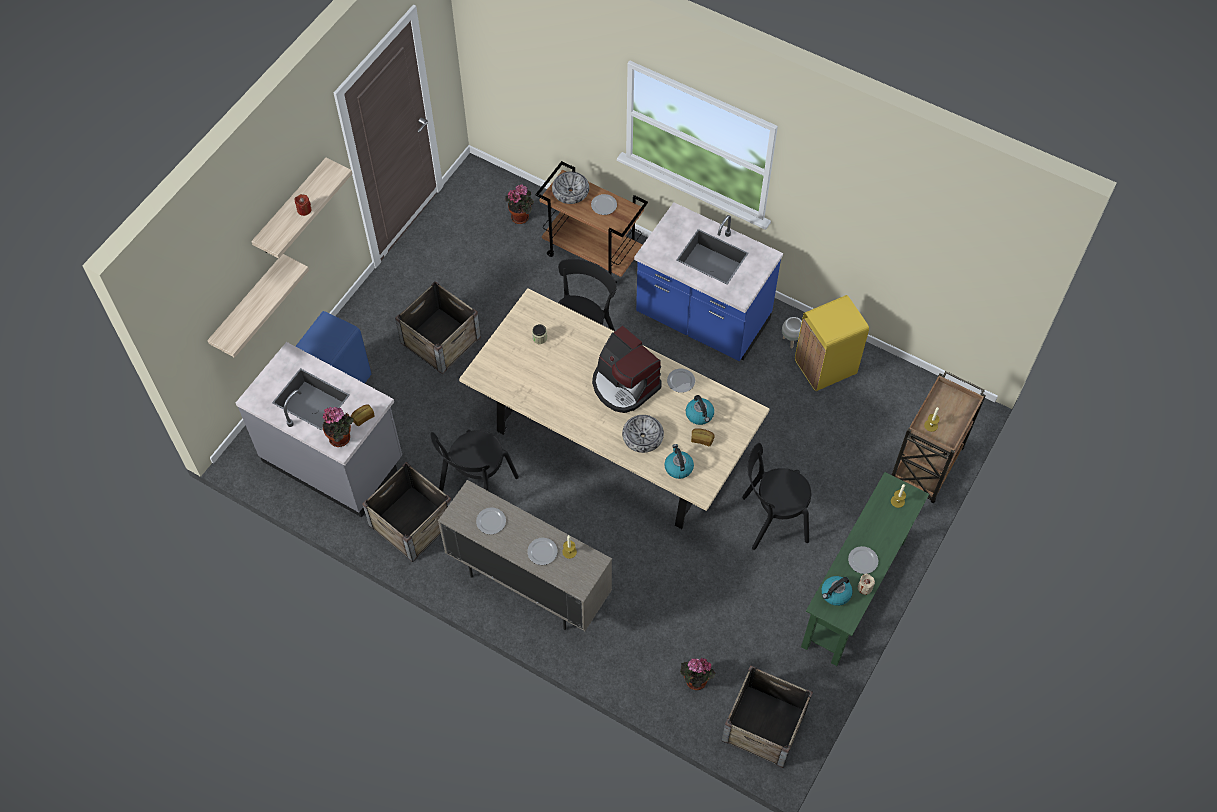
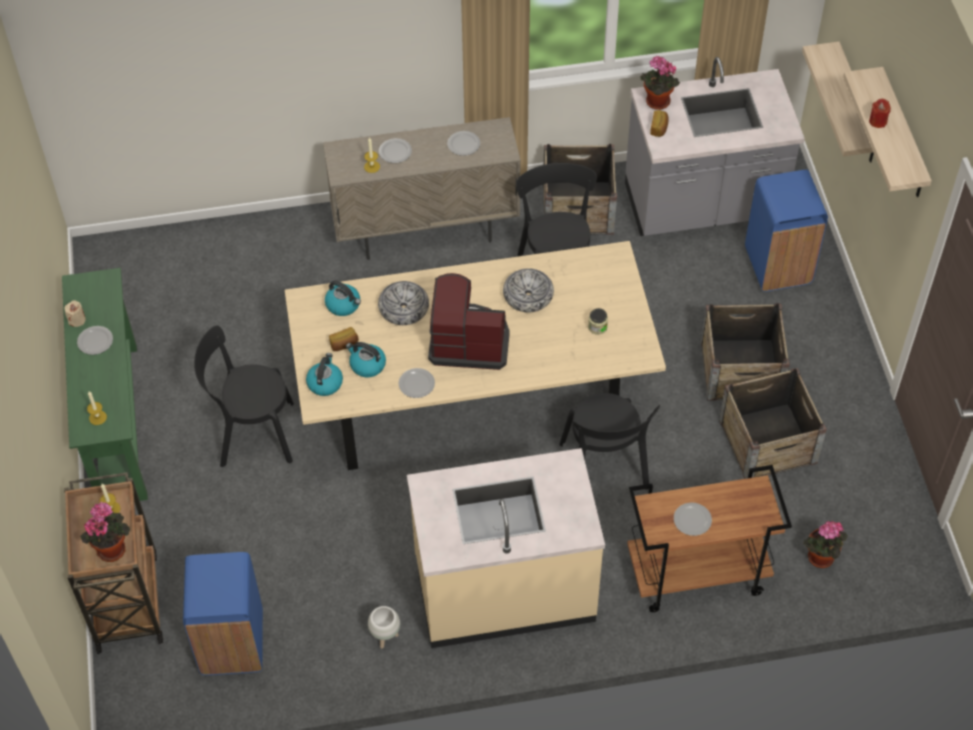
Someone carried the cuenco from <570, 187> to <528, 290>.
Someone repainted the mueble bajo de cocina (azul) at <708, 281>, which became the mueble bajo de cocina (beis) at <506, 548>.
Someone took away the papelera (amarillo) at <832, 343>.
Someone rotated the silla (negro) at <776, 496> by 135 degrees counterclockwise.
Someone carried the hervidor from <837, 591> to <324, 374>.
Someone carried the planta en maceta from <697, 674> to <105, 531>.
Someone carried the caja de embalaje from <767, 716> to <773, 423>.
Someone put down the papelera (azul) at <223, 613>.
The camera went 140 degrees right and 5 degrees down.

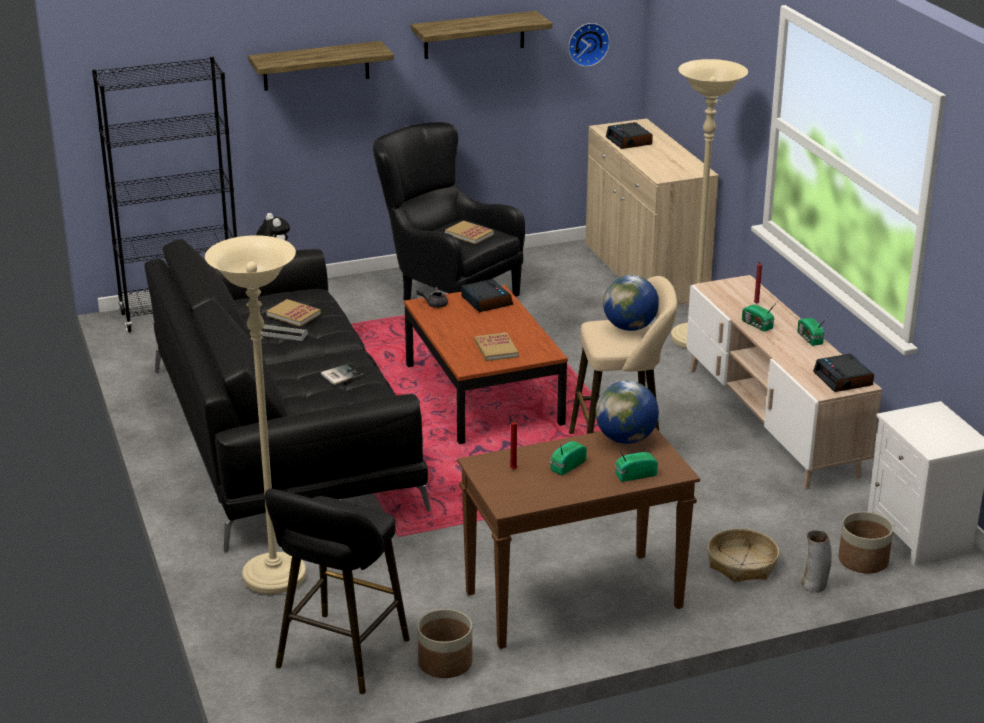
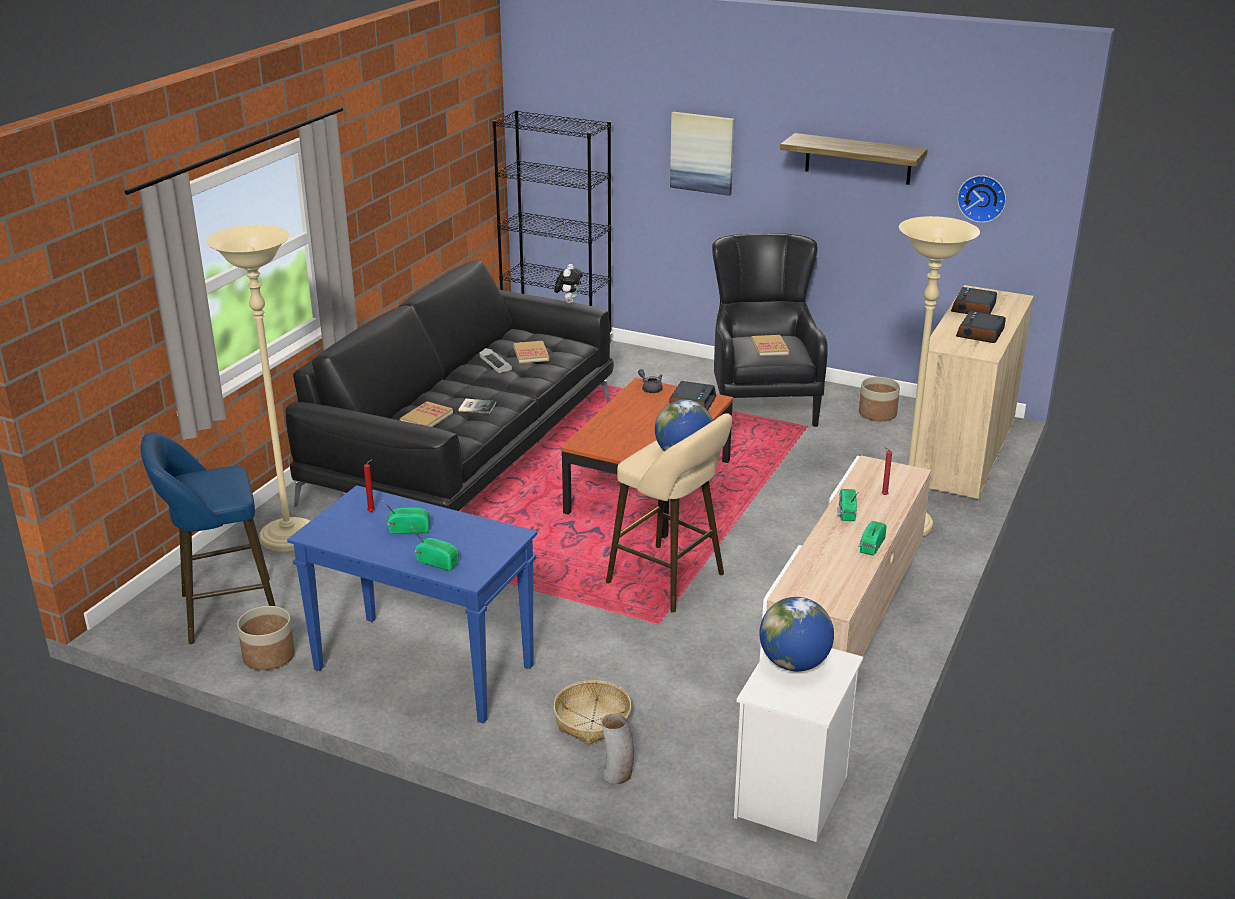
Someone swapped the estante at <321, 66> for the cuadro at <702, 154>.
Someone carried the libro from <496, 346> to <426, 414>.
Someone carried the despertador from <843, 373> to <981, 327>.
Someone carried the globo terráqueo from <627, 412> to <796, 634>.
Someone repainted the mesa consola (marrón) at <578, 538>, which became the mesa consola (azul) at <412, 604>.
Someone repainted the taburete (negro) at <337, 591>, which became the taburete (azul) at <208, 538>.
Someone carried the maceta from <865, 542> to <879, 399>.
The camera went 45 degrees right and 0 degrees up.

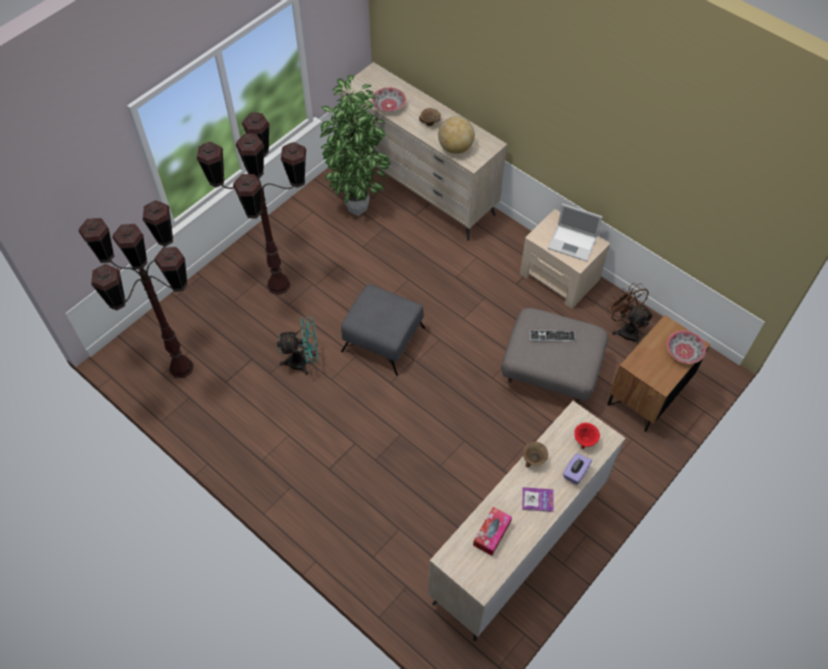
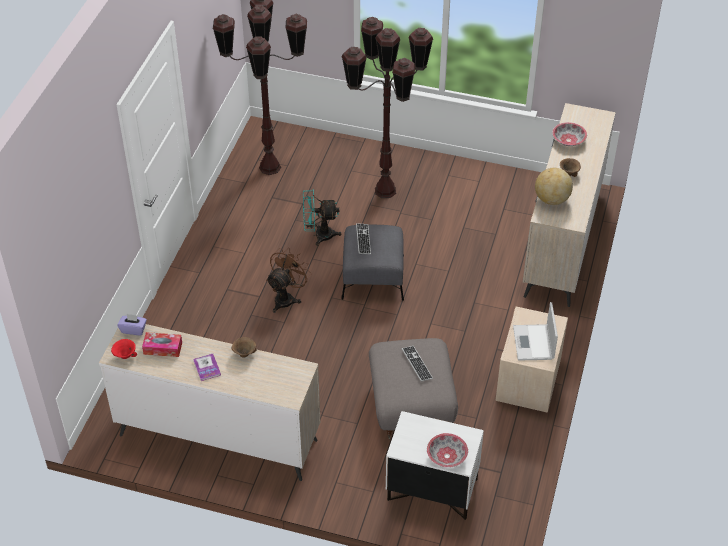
Someone took away the planta en maceta at <355, 145>.
Someone carried the ventilador (marrón) from <630, 313> to <289, 280>.
Someone repainted the mesita de noche (marrón) at <658, 373>, which became the mesita de noche (blanco) at <435, 465>.
Someone rotated the ventilador (turquesa) at <297, 346> by 120 degrees clockwise.
Someone carried the cuenco (rojo) from <587, 436> to <124, 349>.
Someone carried the caja de pañuelos (morado) from <577, 469> to <132, 324>.
Someone put down the teclado at <363, 239>.
The camera went 65 degrees right and 10 degrees down.

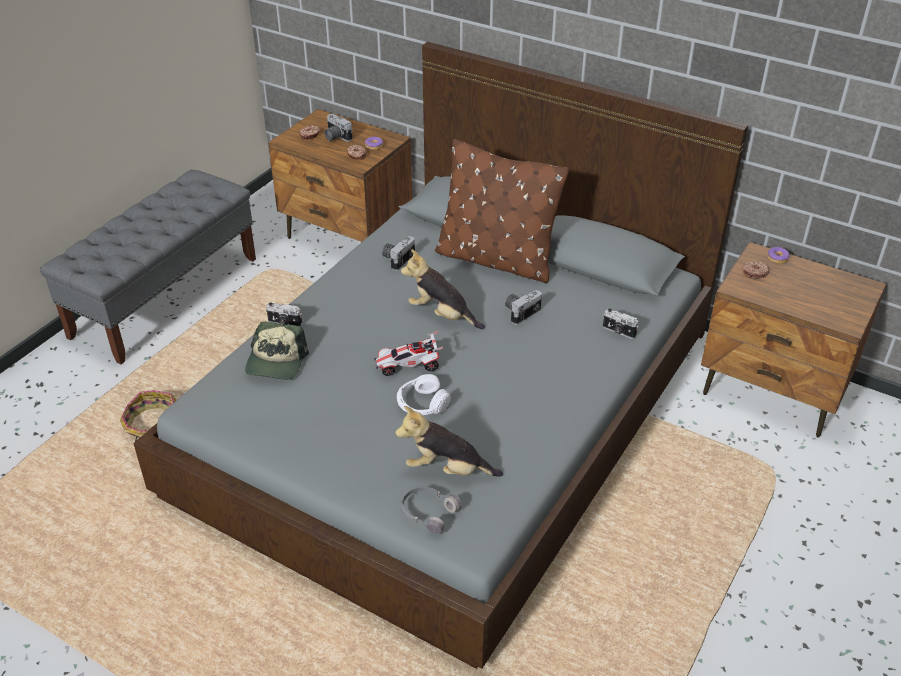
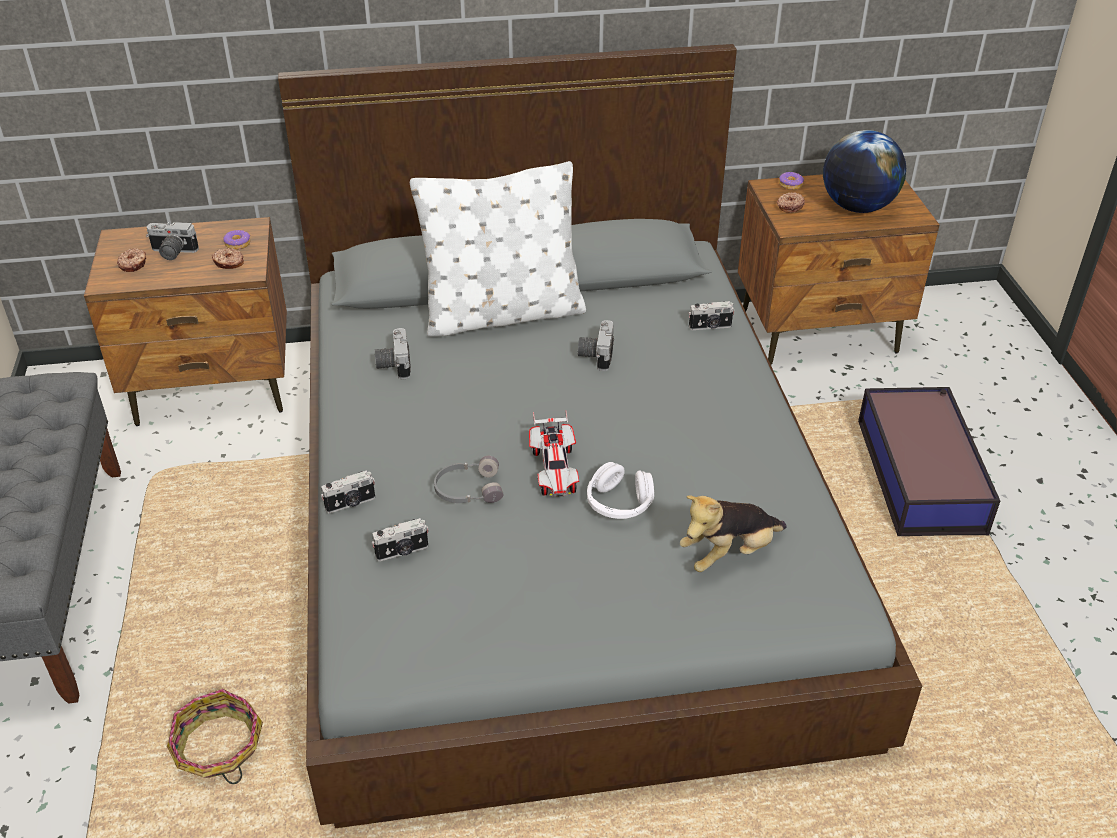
Someone repainted the cojín (marrón) at <502, 211>, which became the cojín (blanco) at <498, 249>.
Someone took away the peluche at <443, 289>.
Someone swapped the gorra at <277, 351> for the cámara at <400, 539>.
Someone rotated the coche de juguete at <409, 353> by 45 degrees counterclockwise.
Someone carried the auriculares (gris) from <431, 510> to <469, 479>.
Someone put down the globo terráqueo at <864, 171>.
Someone put down the caja de almacenaje at <929, 461>.
The camera went 40 degrees left and 0 degrees up.

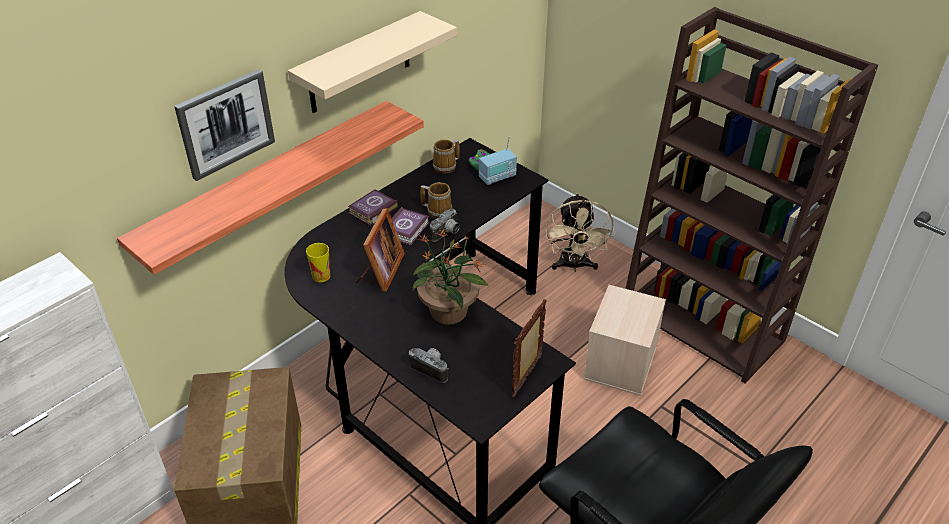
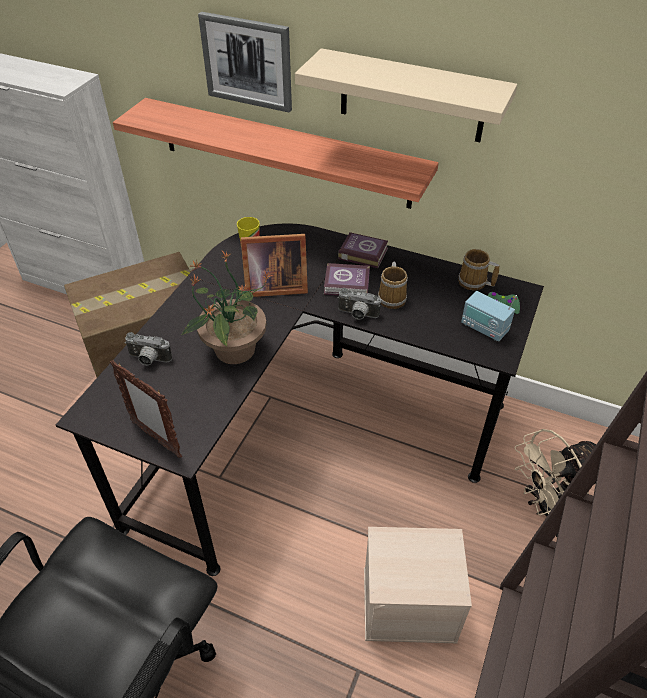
Someone rotated the portarretratos at <529, 348> by 150 degrees counterclockwise.
Someone rotated the cámara at <429, 365> by 90 degrees clockwise.
The camera went 70 degrees right and 5 degrees up.

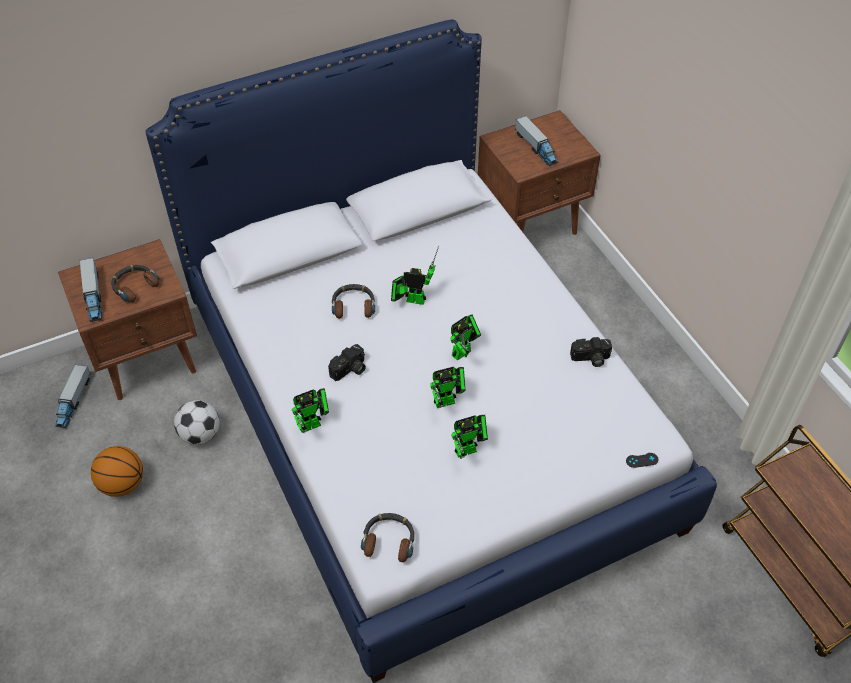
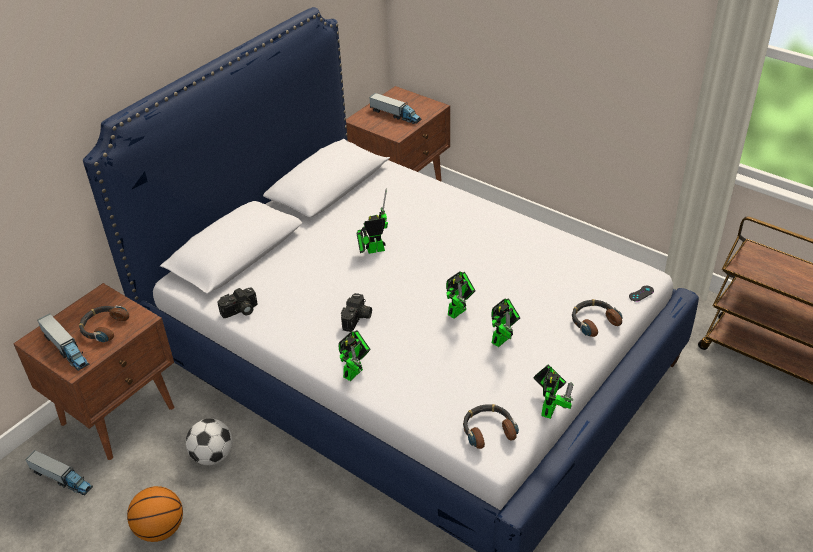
Someone carried the auriculares from <353, 301> to <597, 318>.
Someone carried the robot de juguete from <466, 338> to <553, 392>.
Someone carried the cámara from <591, 352> to <237, 302>.
Someone rotated the camión de juguete at <72, 396> by 45 degrees counterclockwise.
The camera went 25 degrees left and 10 degrees down.

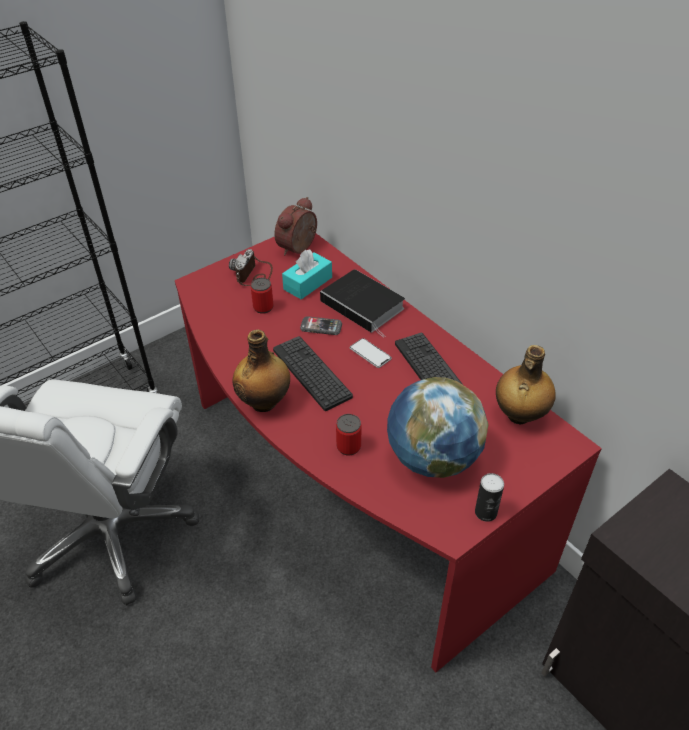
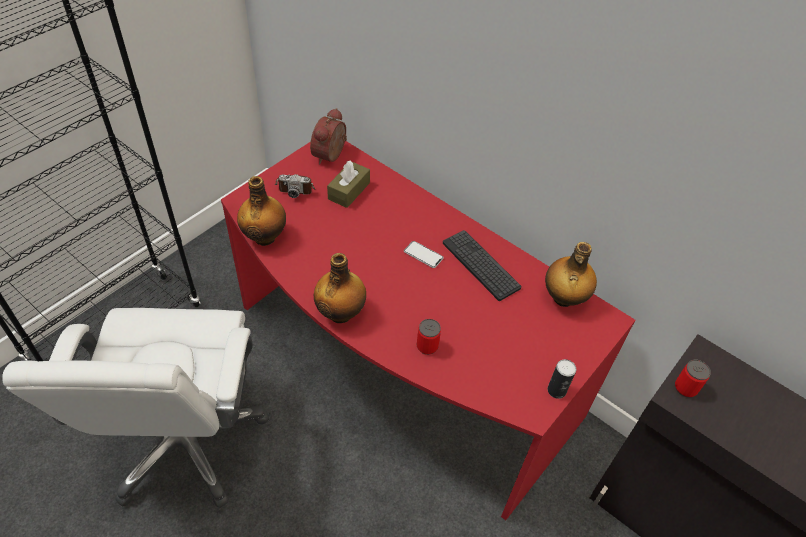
Someone rotated the cámara at <251, 267> by 90 degrees counterclockwise.
Someone repainted the caja de pañuelos (turquesa) at <307, 274>, which became the caja de pañuelos (marrón) at <348, 184>.
Someone took away the libro at <362, 303>.
Someone carried the lata from <262, 296> to <693, 378>.
Someone took away the móvil at <321, 325>.
Someone took away the teclado at <313, 373>.
Someone took away the globo terráqueo at <437, 427>.
Someone put down the botella at <261, 211>.
The camera went 15 degrees left and 5 degrees up.

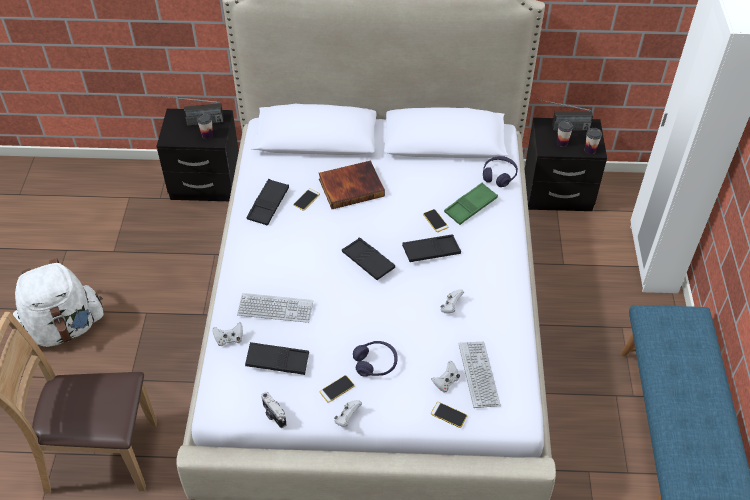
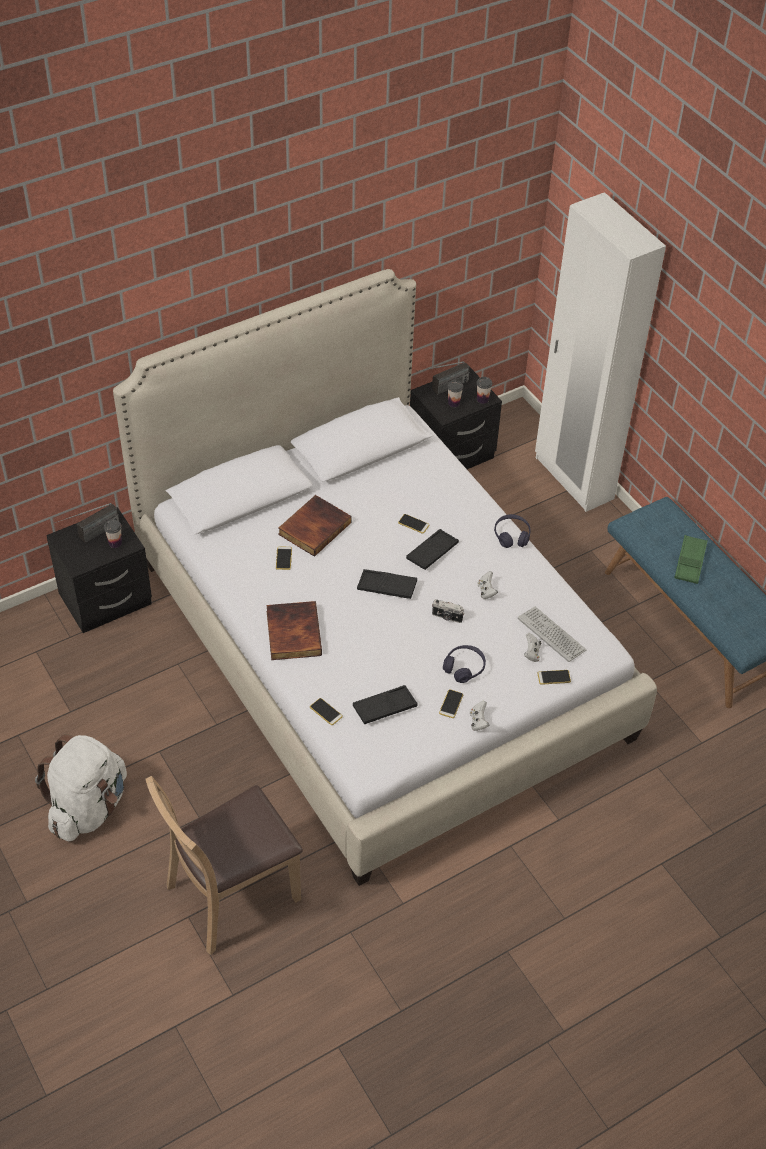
Someone carried the auriculares (morado) from <500, 171> to <512, 531>.
Someone took away the bandeja (negro) at <268, 202>.
Someone carried the bandeja (verde) from <471, 204> to <691, 559>.
Someone took away the teclado at <275, 308>.
Someone swapped the mando de consola (blanco) at <228, 334> for the móvil at <326, 711>.
Someone carried the cámara from <274, 410> to <448, 611>.
Someone put down the libro at <294, 630>.
The camera went 35 degrees left and 0 degrees up.

